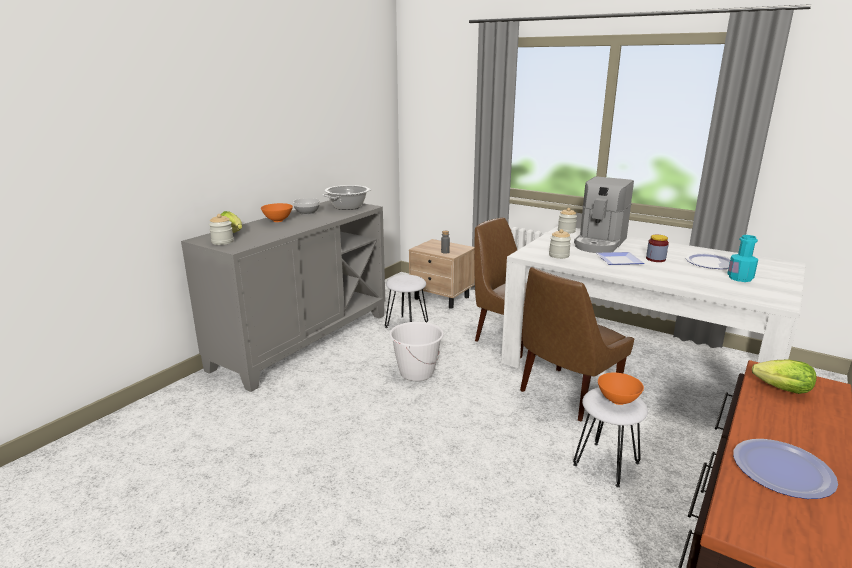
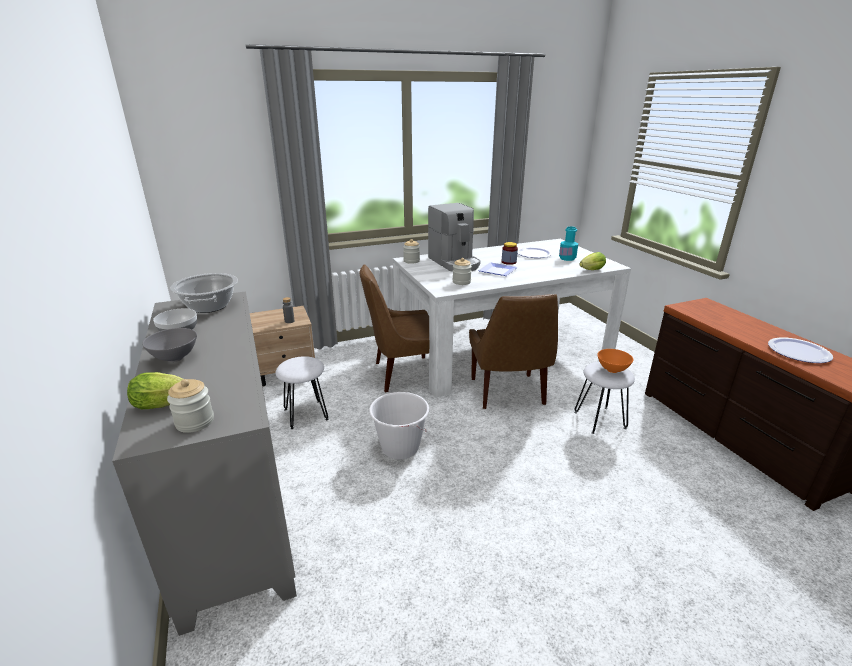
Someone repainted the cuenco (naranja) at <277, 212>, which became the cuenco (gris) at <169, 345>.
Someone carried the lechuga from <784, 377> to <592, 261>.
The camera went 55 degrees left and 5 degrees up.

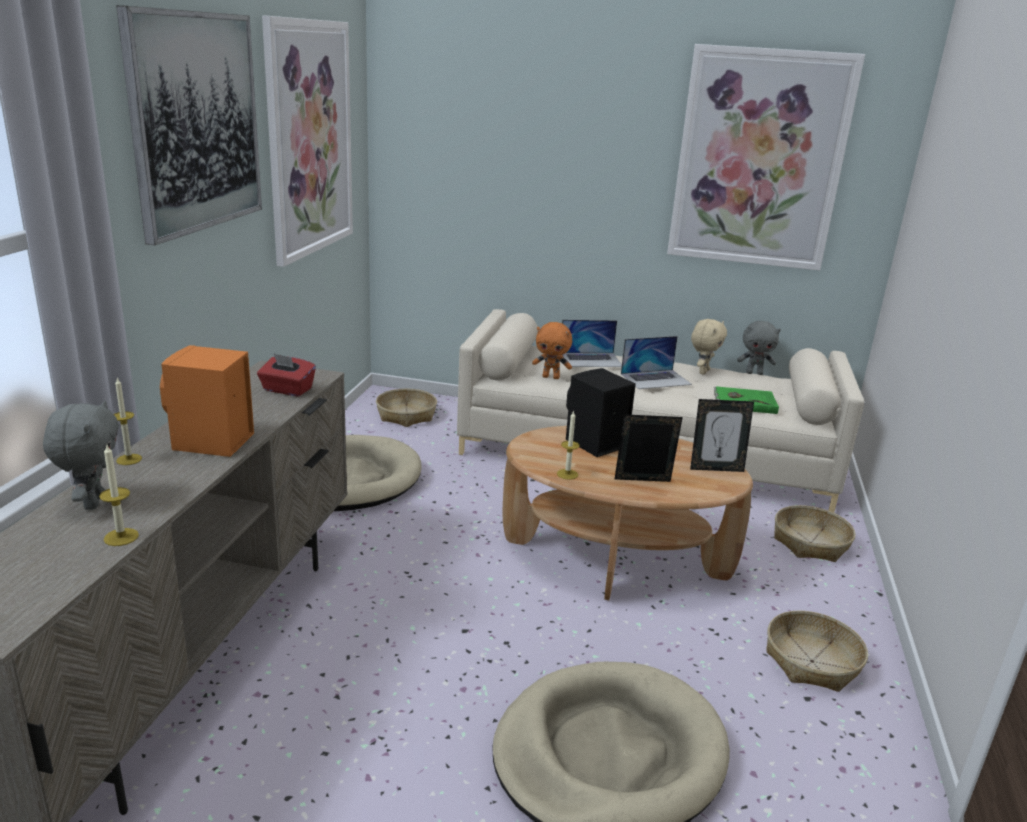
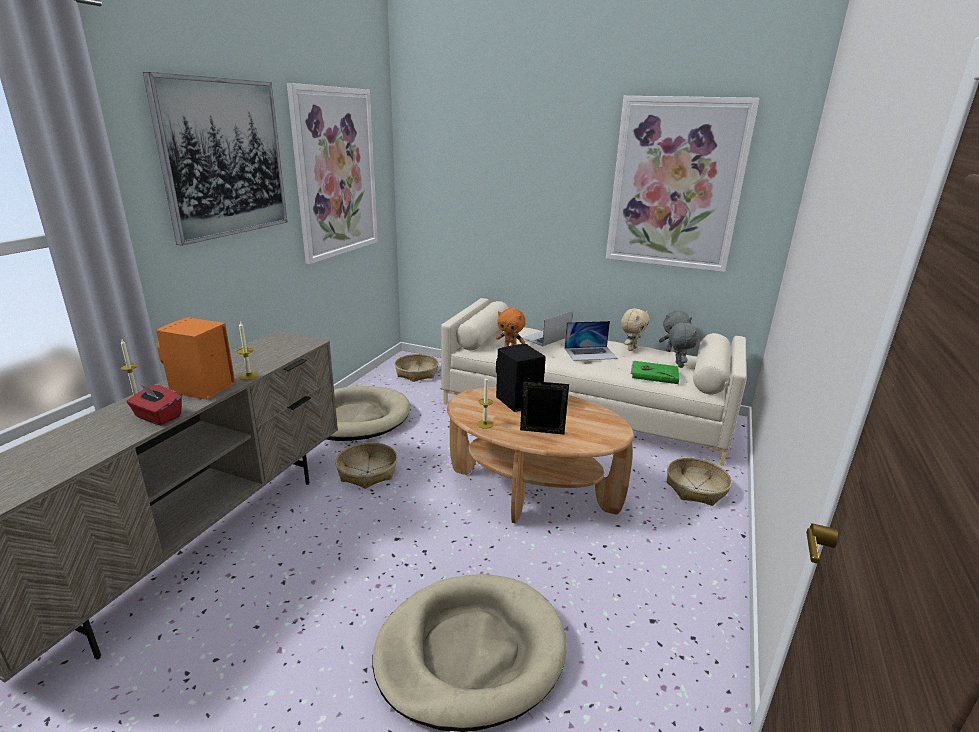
Someone rotated the portátil at <592, 343> by 135 degrees clockwise.
Someone carried the caja de pañuelos (rojo) from <286, 375> to <154, 404>.
Someone took away the portarretratos at <722, 435>.
Someone carried the peluche (gris) from <81, 455> to <684, 345>.
Someone carried the vela from <119, 494> to <248, 350>.
Someone carried the cesta from <817, 651> to <366, 465>.
The camera went 10 degrees right and 0 degrees up.

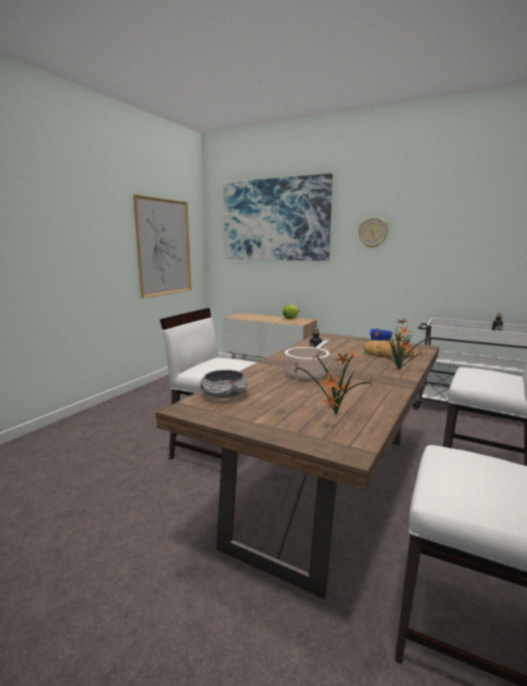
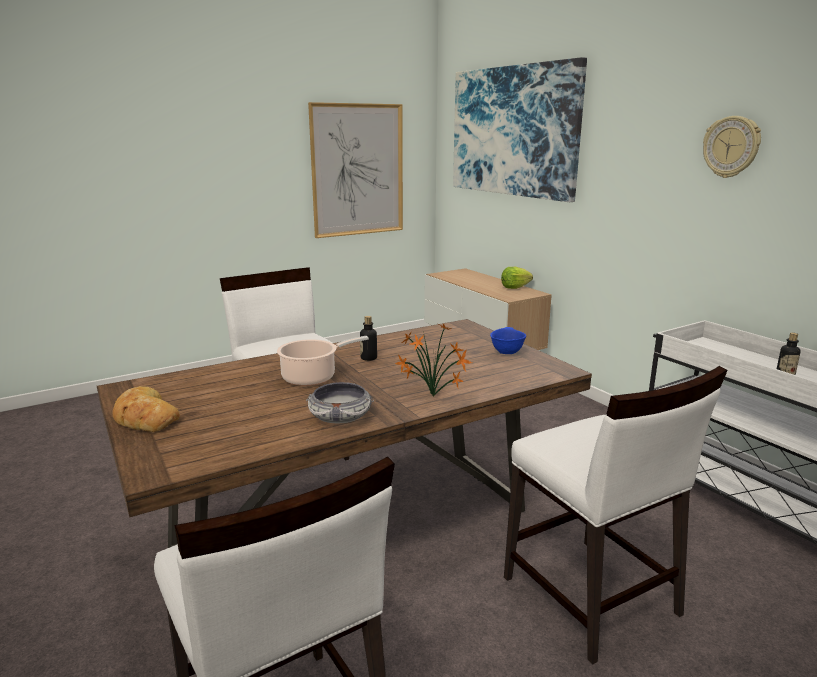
Someone carried the reloj de pared from <373, 232> to <732, 147>.
Someone carried the pan from <389, 349> to <146, 409>.
Someone took away the planta en maceta at <333, 381>.
Someone carried the cuenco from <224, 384> to <340, 402>.
The camera went 30 degrees right and 5 degrees up.

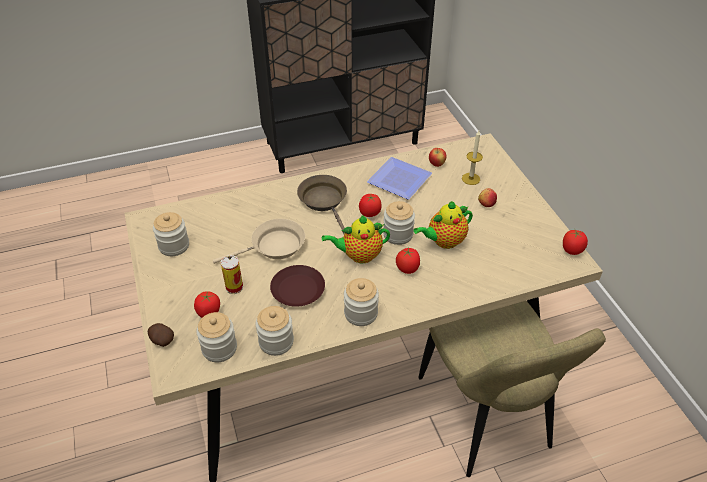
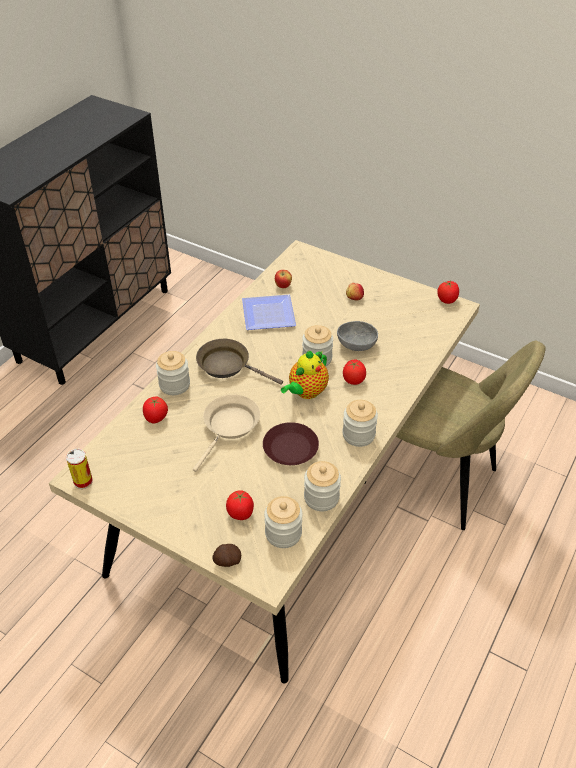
Someone took away the vela at <472, 158>.
Someone carried the tomate from <370, 205> to <155, 409>.
Someone swapped the tetera at <443, 225> for the cuenco (gris) at <357, 336>.
Someone carried the tarro from <171, 234> to <173, 373>.
Someone carried the lata from <231, 274> to <79, 468>.
The camera went 40 degrees left and 0 degrees up.

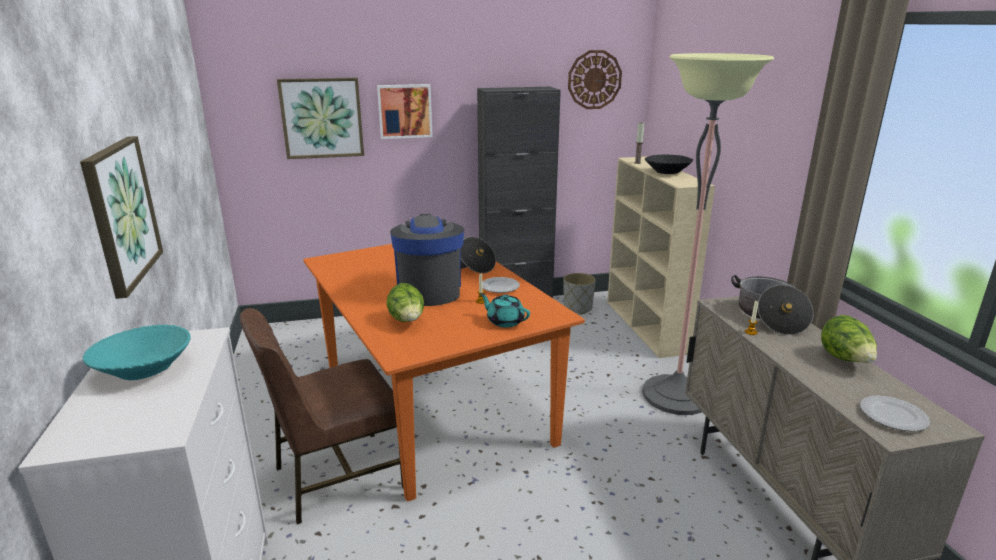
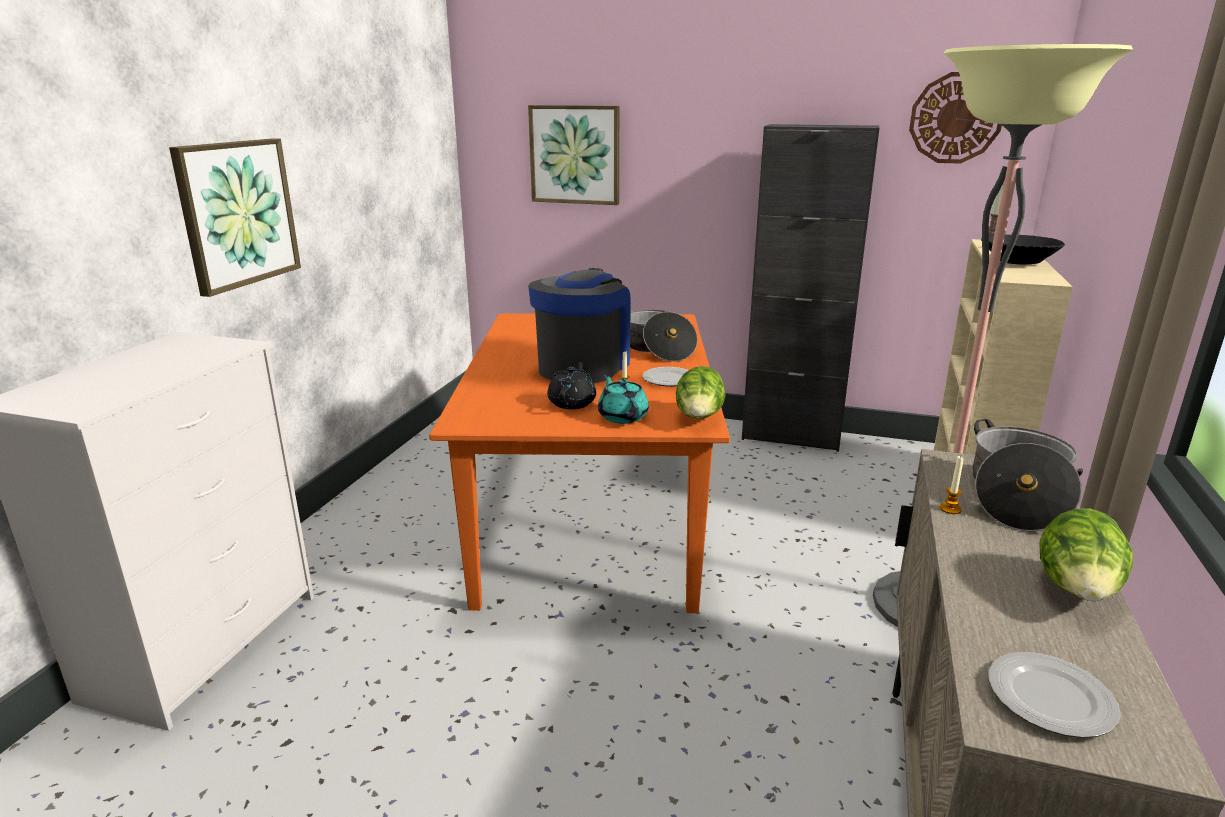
Someone took away the cuadro at <405, 111>.
Someone took away the maceta (gris) at <580, 293>.
Someone carried the lechuga from <405, 302> to <700, 392>.
Someone took away the silla (marrón) at <322, 416>.
Someone took away the cuenco (turquesa) at <136, 352>.
Someone put down the tetera (negro) at <572, 385>.
The camera went 30 degrees right and 0 degrees up.

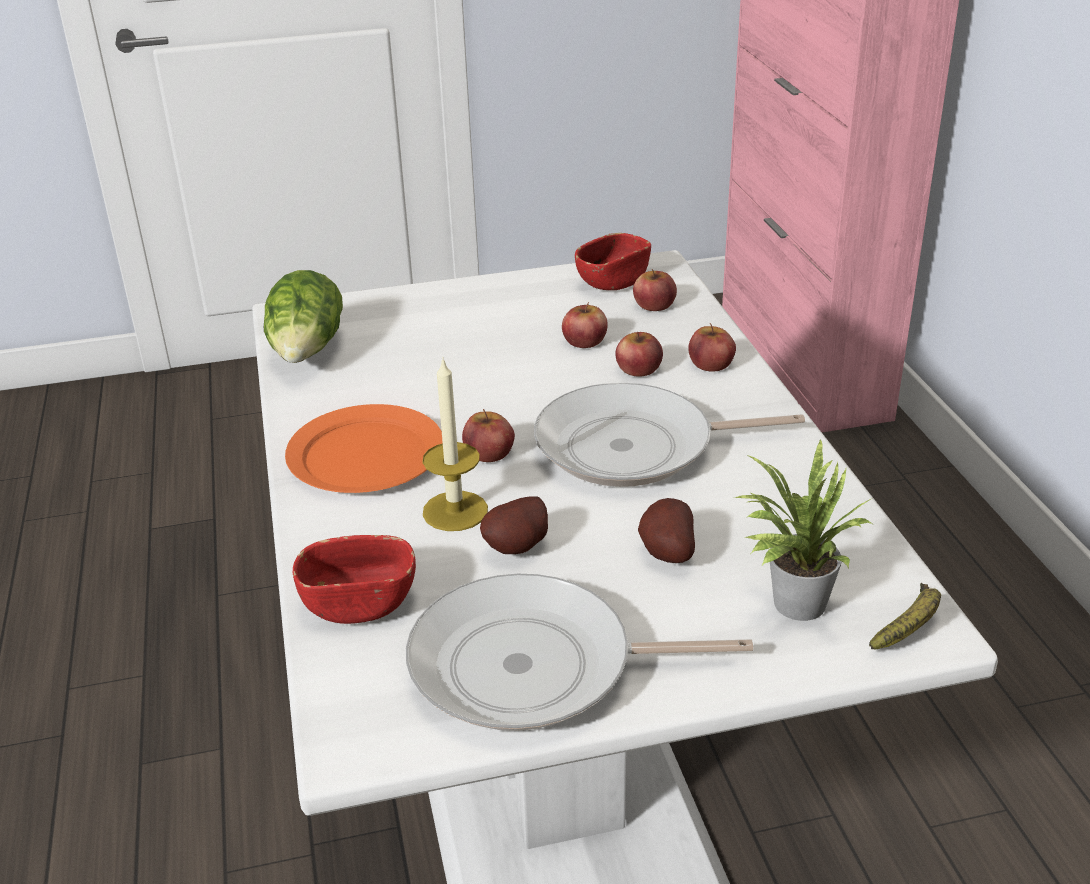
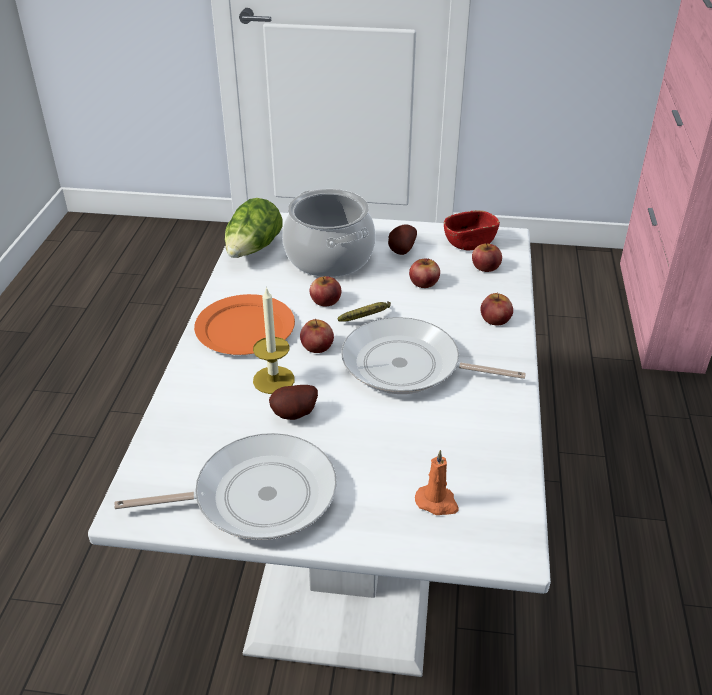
Someone carried the manzana from <639, 354> to <325, 291>.
Someone swapped the planta en maceta at <803, 529> for the vela (naranja) at <437, 482>.
Someone carried the patata from <666, 530> to <402, 240>.
Someone took away the cuenco (rojo) at <354, 579>.
Someone rotated the sartén at <579, 652> by 150 degrees clockwise.
Someone carried the plátano from <905, 616> to <364, 311>.
Someone put down the olla at <329, 233>.
The camera went 20 degrees right and 5 degrees up.

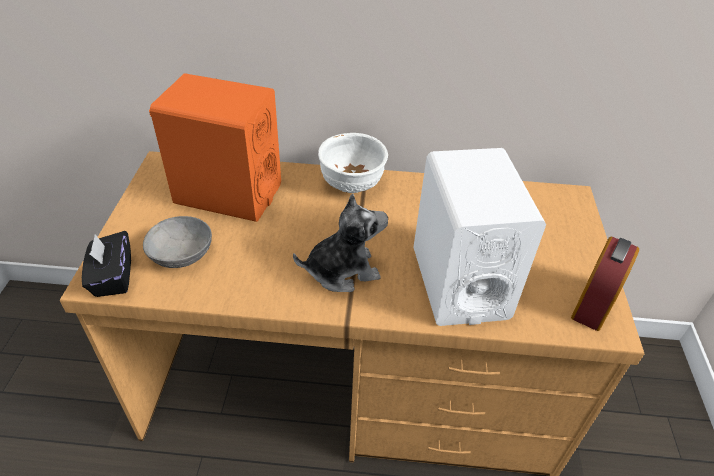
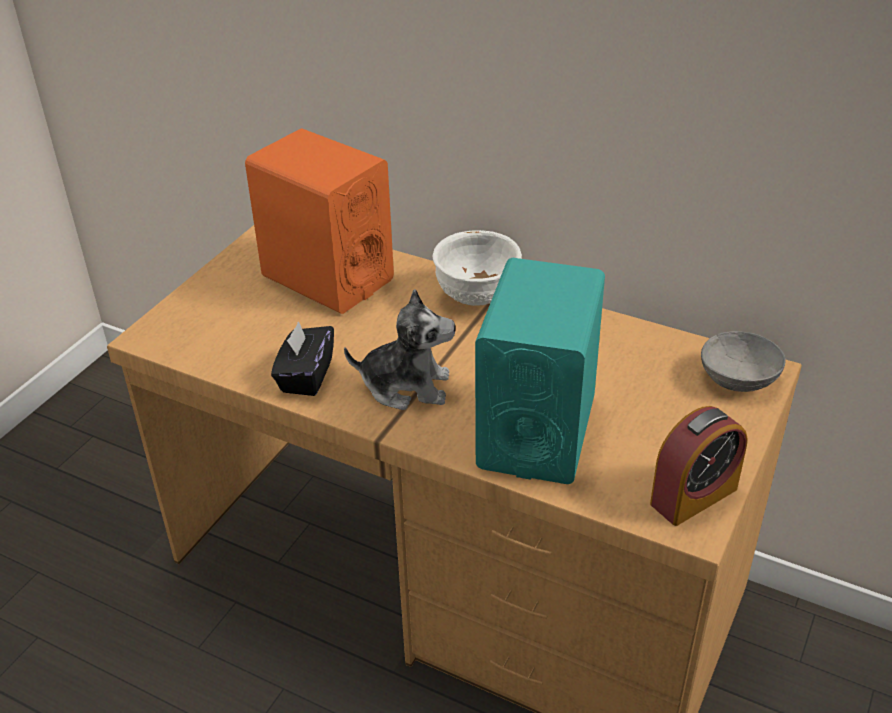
Someone repainted the altavoz (blanco) at <479, 237>, which became the altavoz (turquesa) at <540, 371>.
Someone carried the cuenco (gris) from <177, 242> to <743, 361>.
Someone carried the caja de pañuelos (negro) from <106, 264> to <302, 358>.
The camera went 25 degrees right and 5 degrees down.

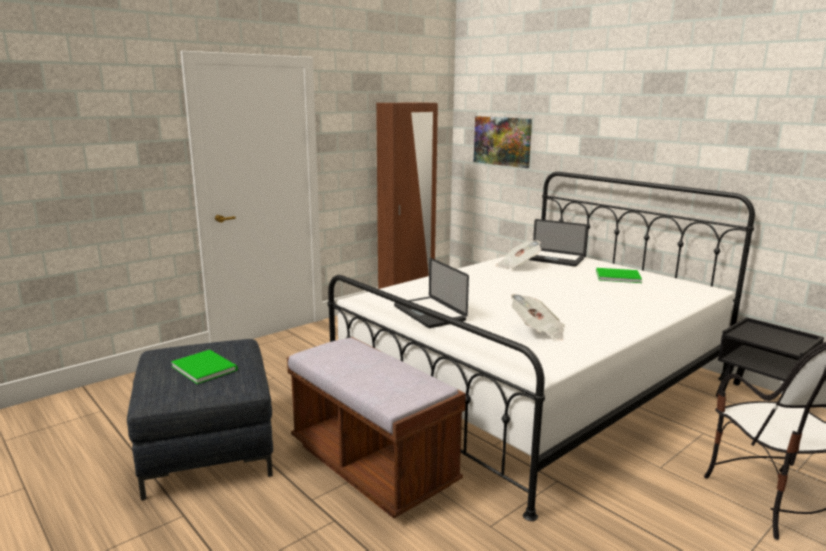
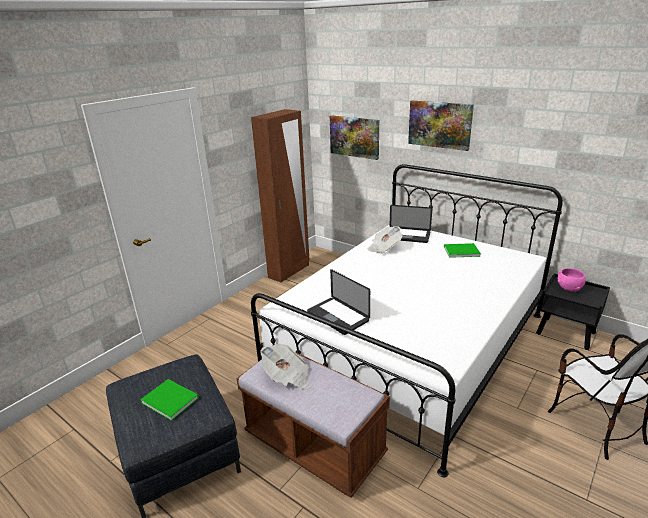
Someone carried the periódico from <538, 317> to <284, 366>.
Someone put up the cuadro at <441, 126>.
Someone put down the cuenco (rosa) at <572, 280>.
The camera went 10 degrees left and 10 degrees up.

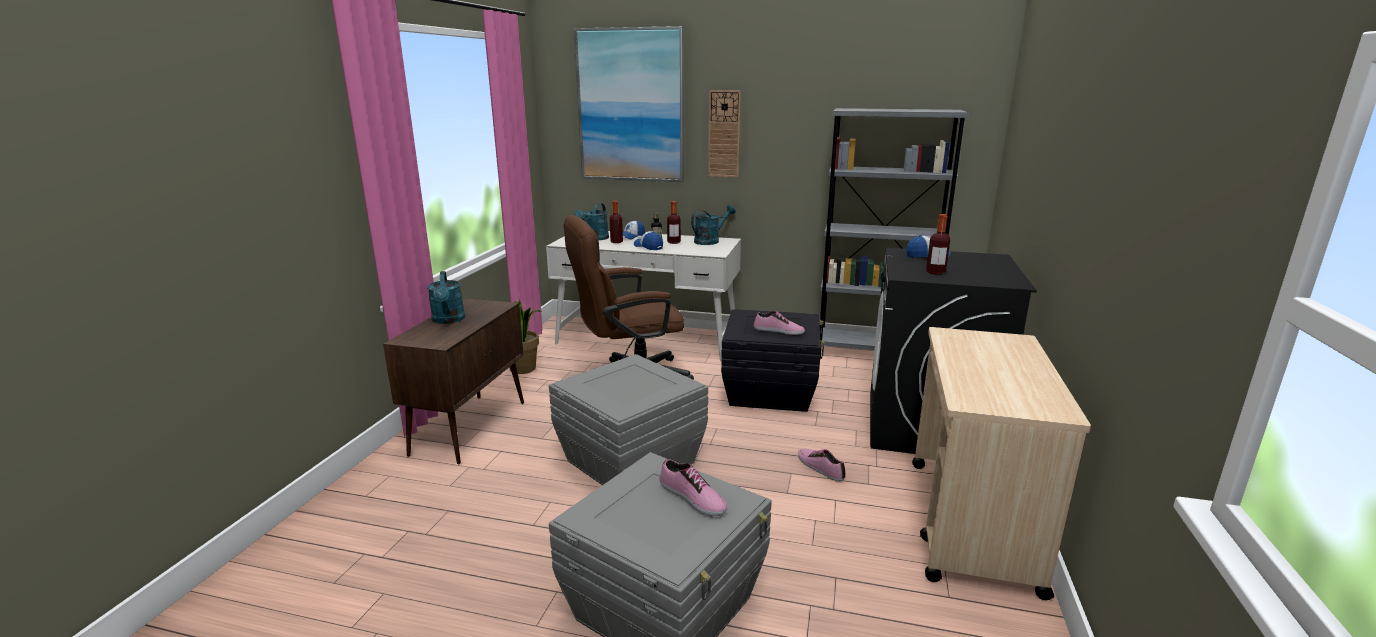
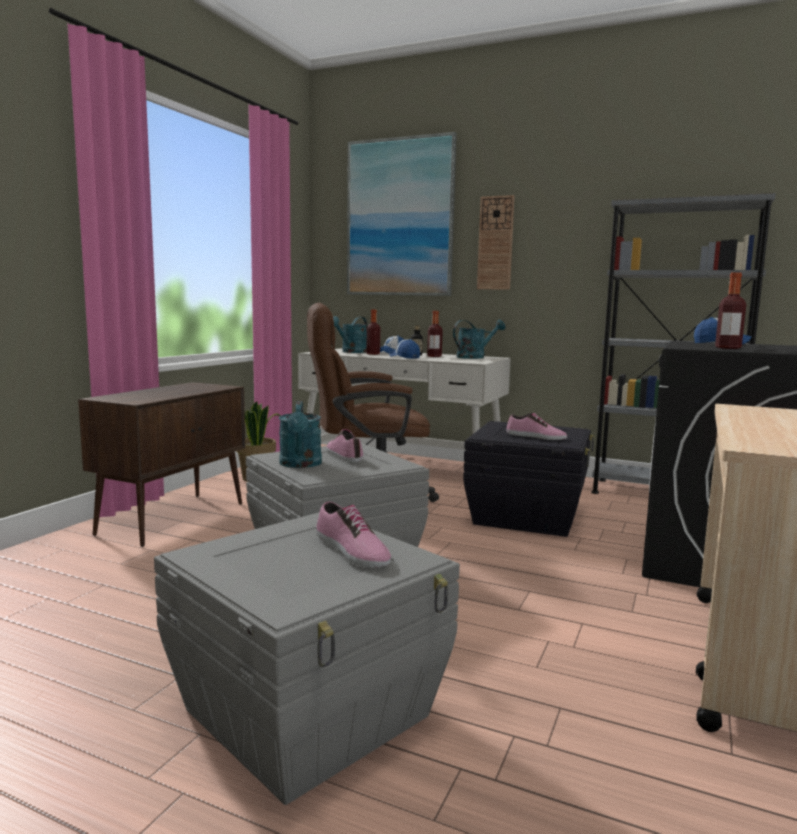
Someone carried the regadera (turquesa) from <446, 297> to <300, 434>.
Someone carried the zapato from <822, 465> to <345, 446>.
The camera went 10 degrees right and 10 degrees down.

